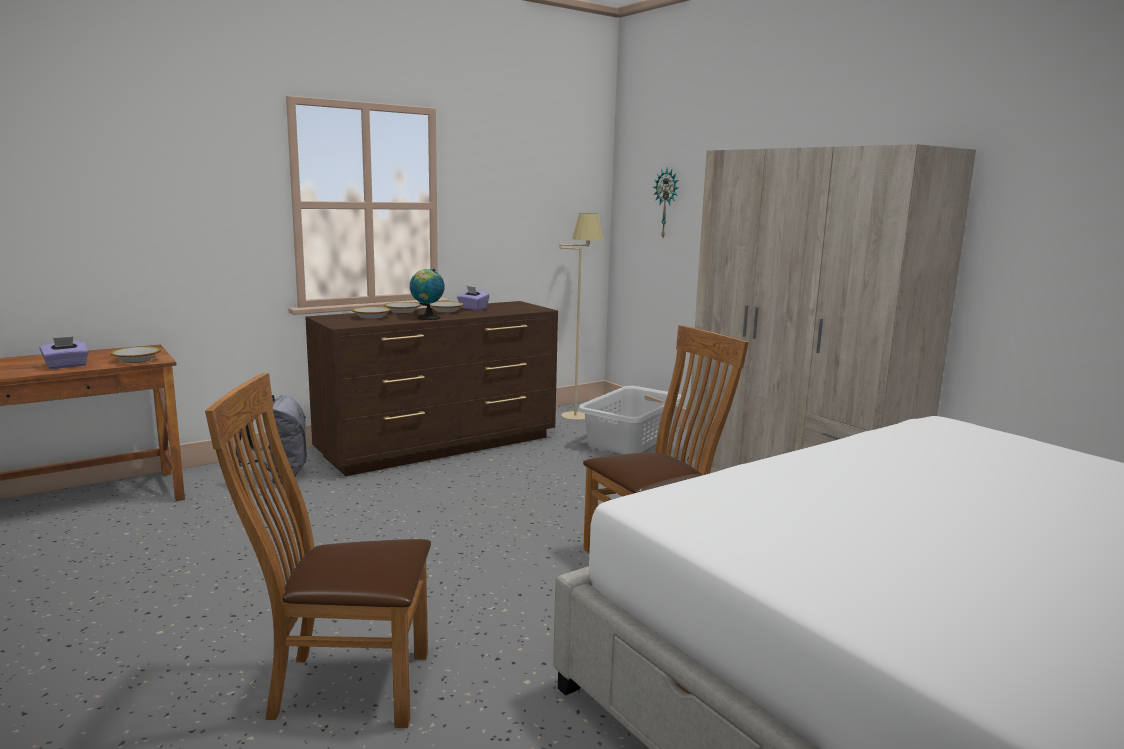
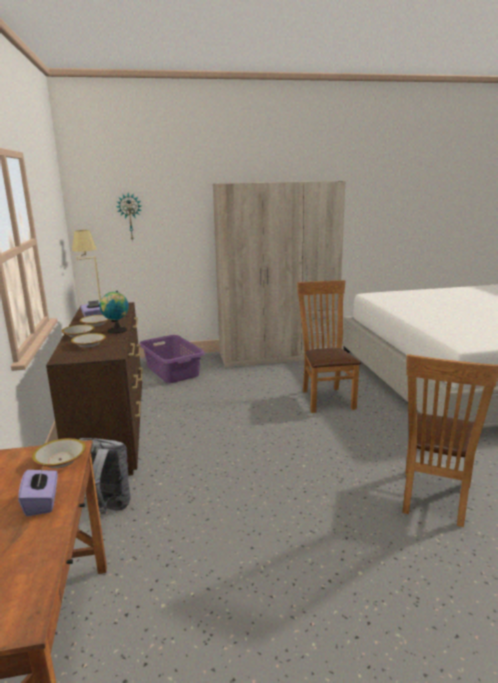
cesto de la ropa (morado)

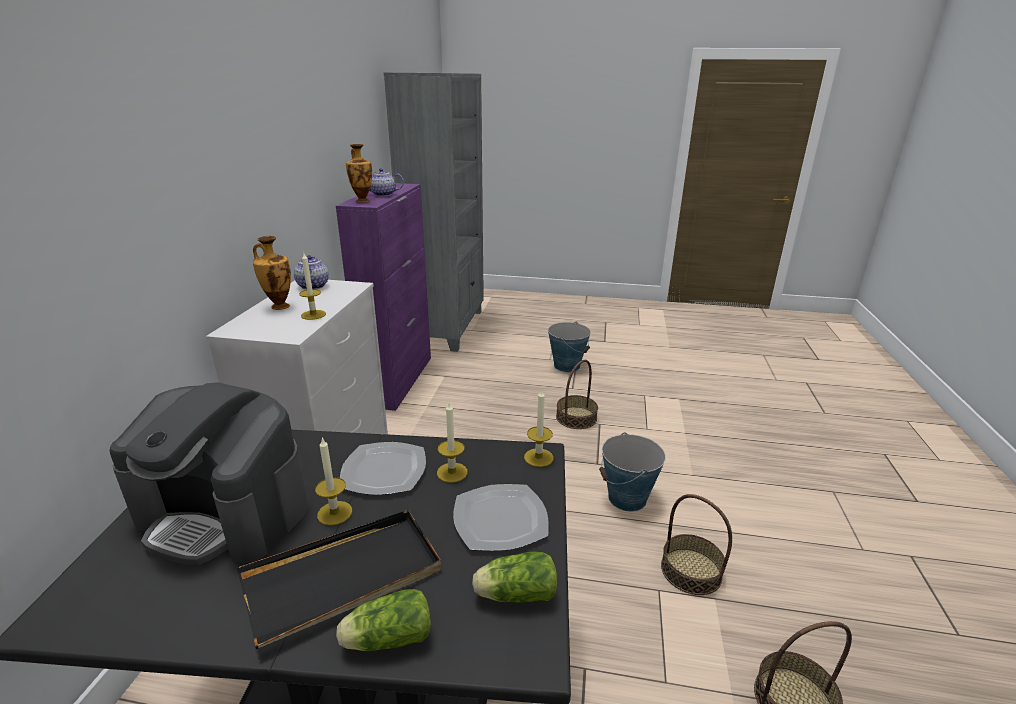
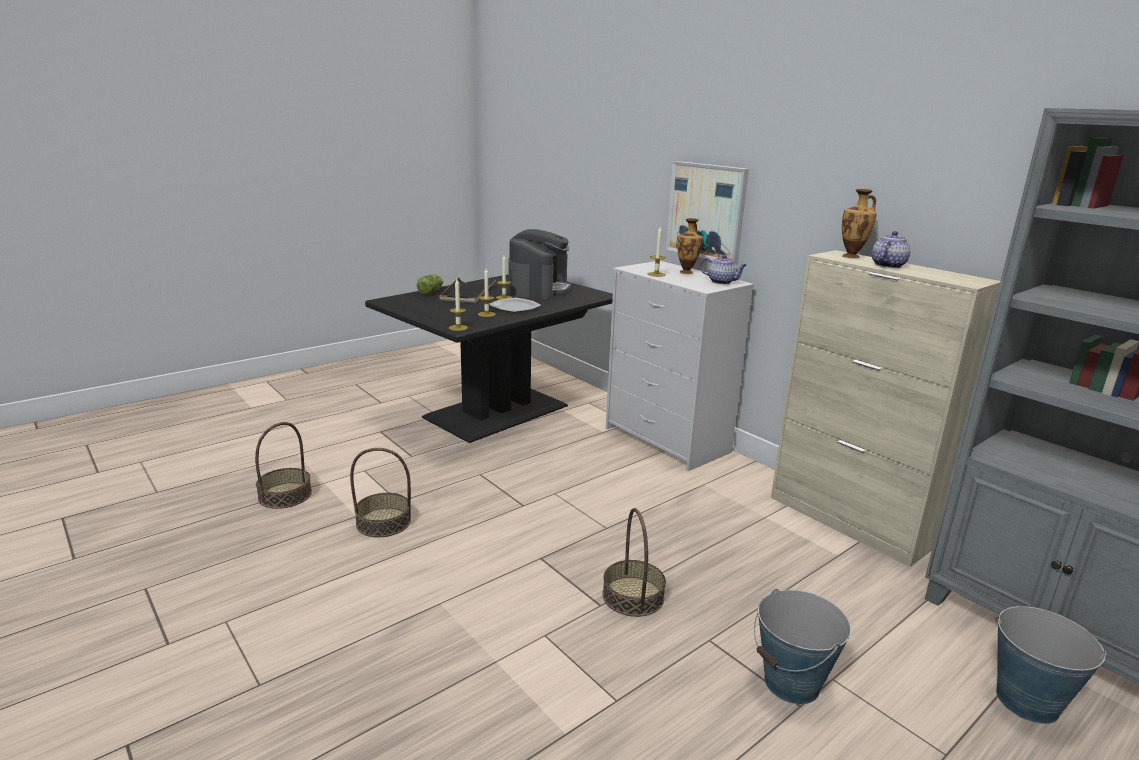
plato (2nd from left in the first image)
lechuga (2nd from left in the first image)
cuadro
cubo (2nd from left)
armario (beis)
cafetera

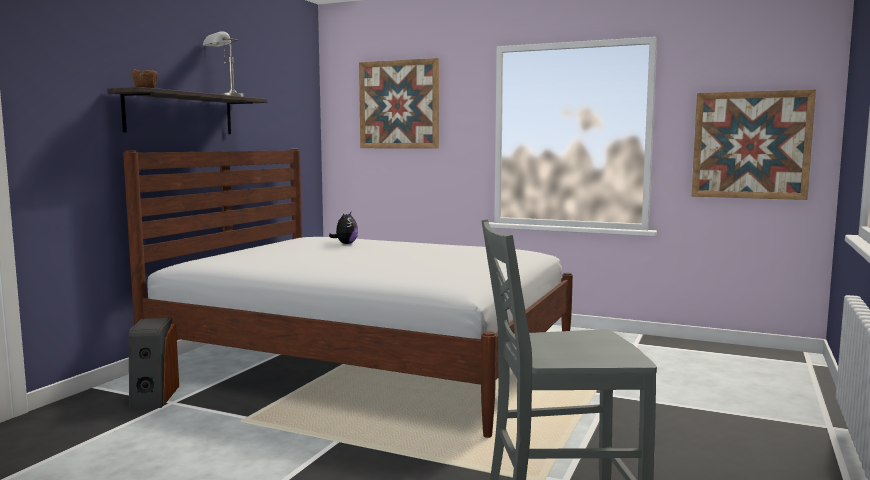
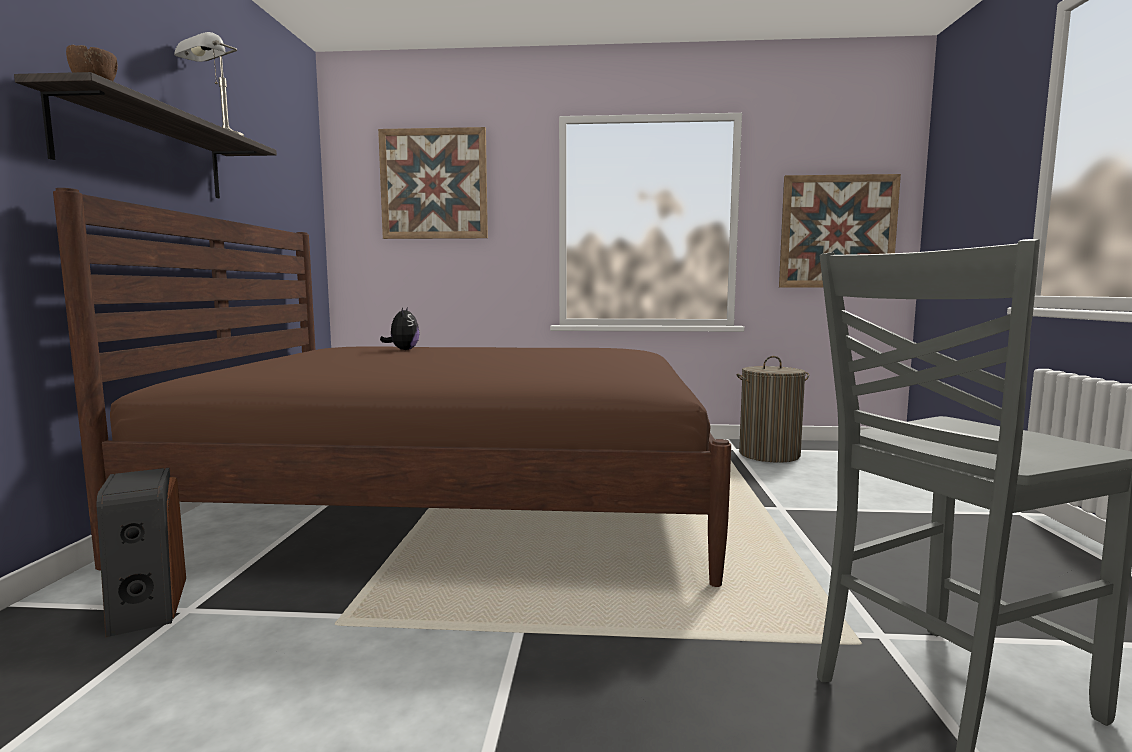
cesto de la ropa
cama (marrón)

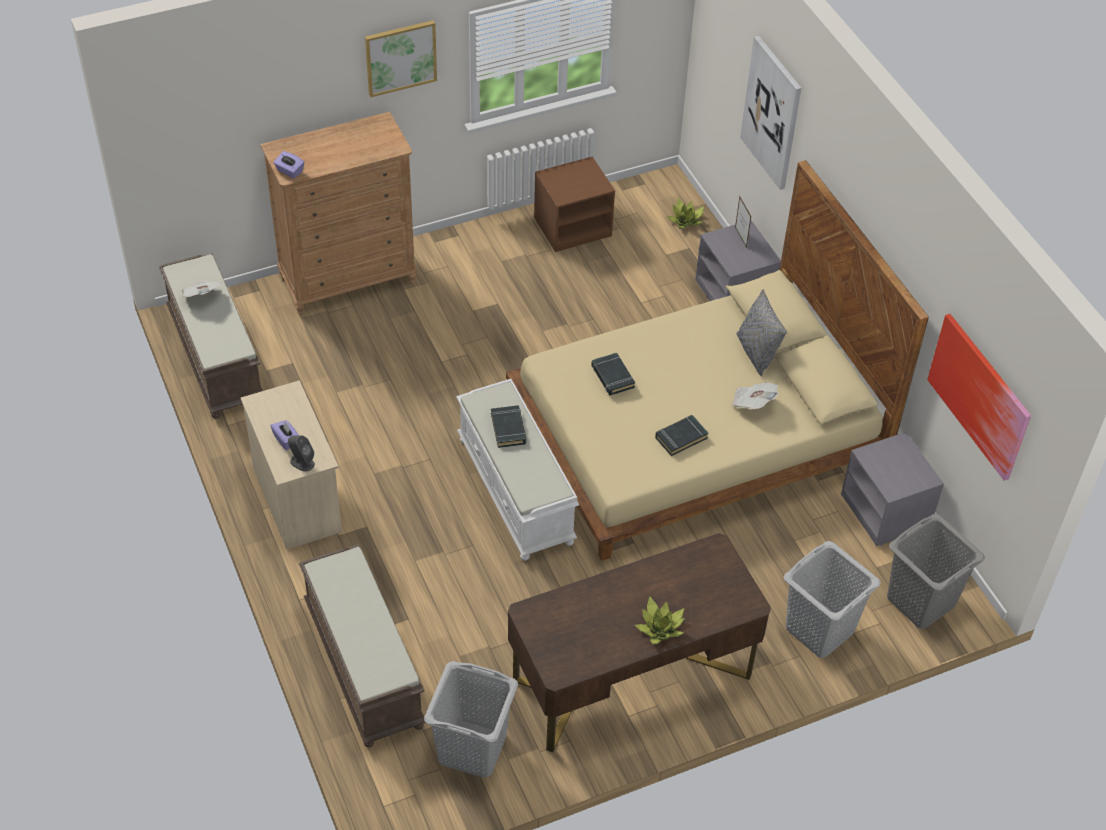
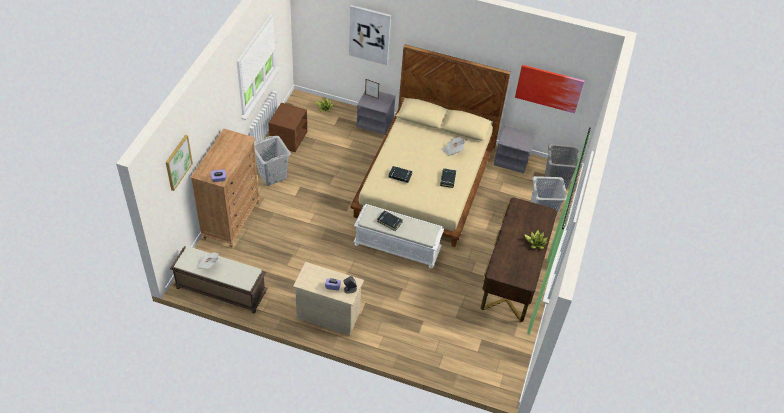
banco (marrón) (2nd from left in the first image)
cojín (gris)
cuadro (1st from left)
cesto de la ropa (gris) (1st from left)

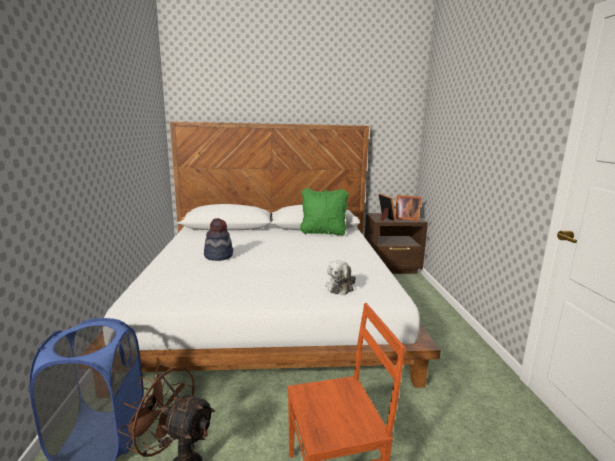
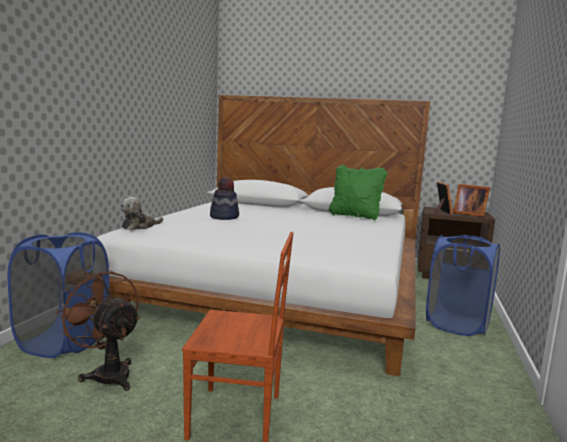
cesto de la ropa (azul) (2nd from left)
peluche

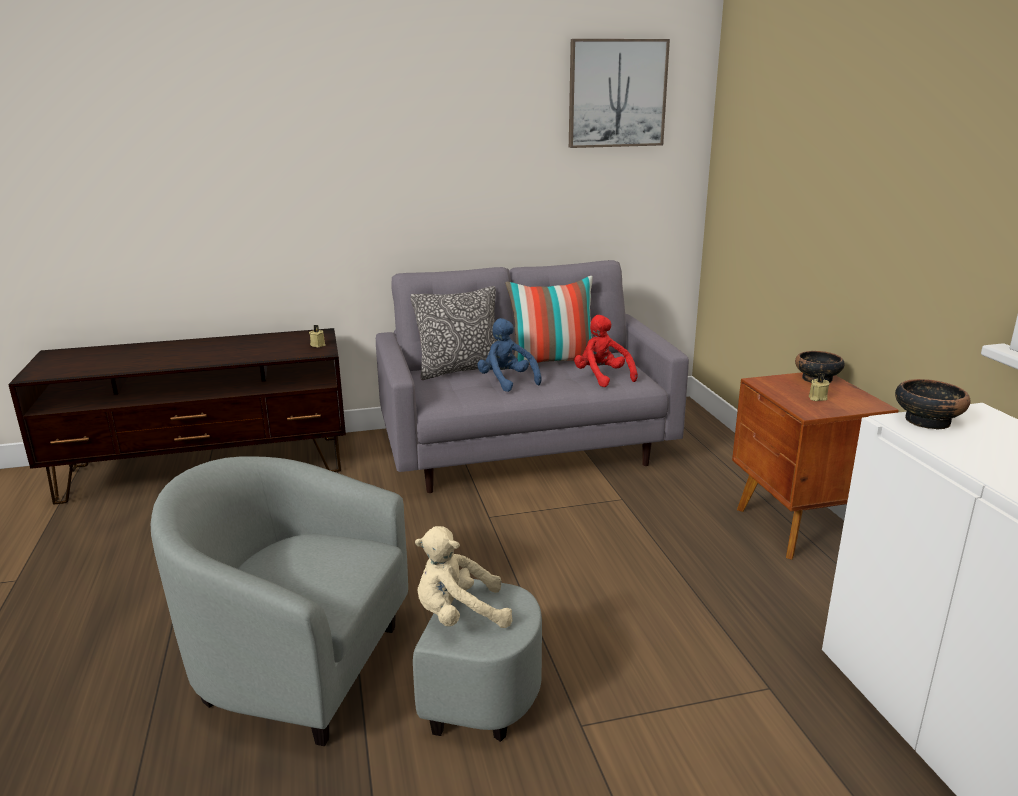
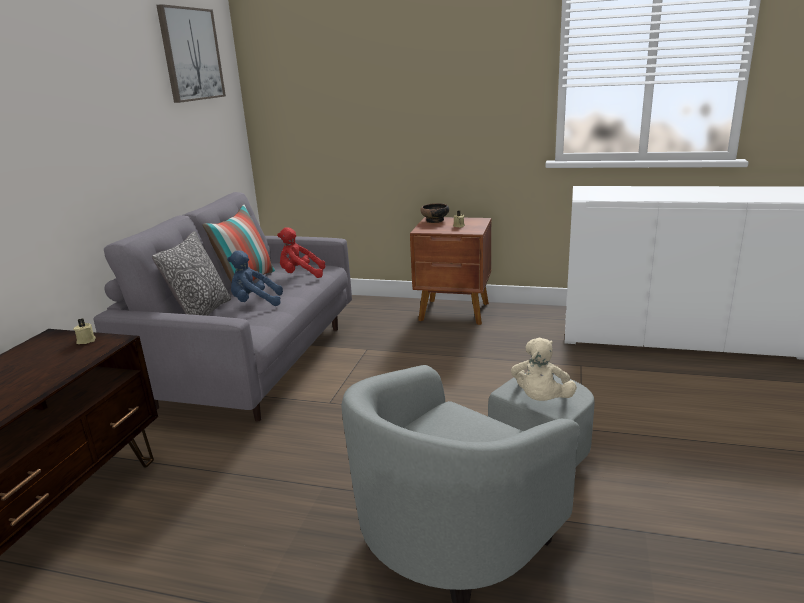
cuenco (2nd from left in the first image)

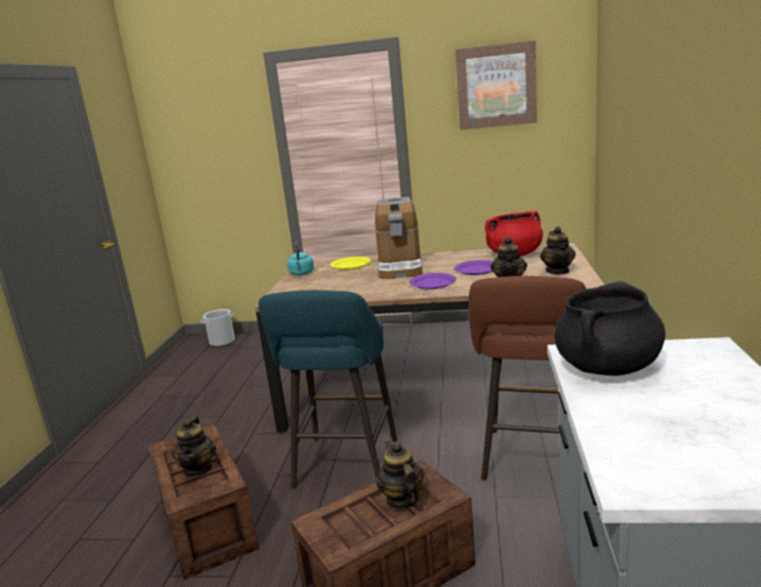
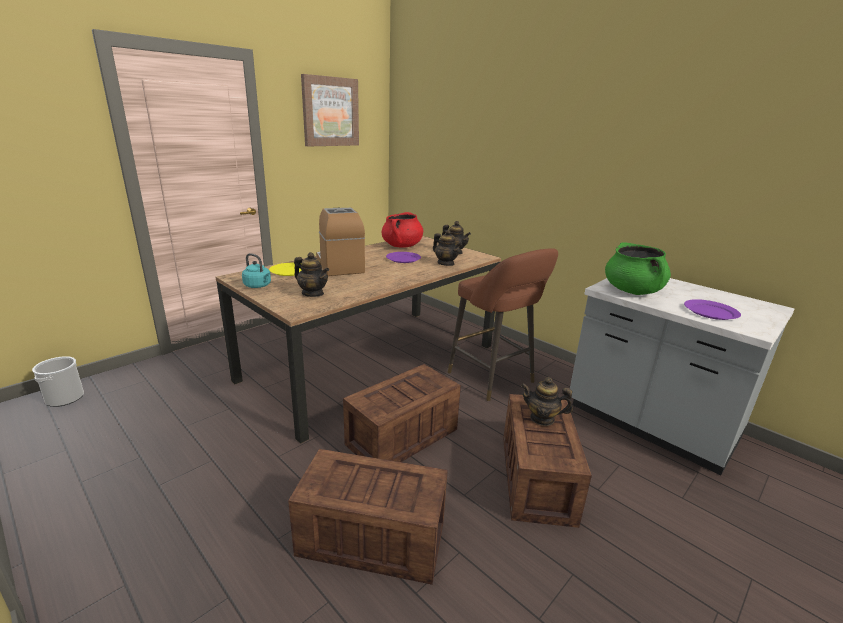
tetera (1st from left)
plato (morado) (2nd from left)
caja de embalaje (2nd from left)
olla (verde)
cafetera

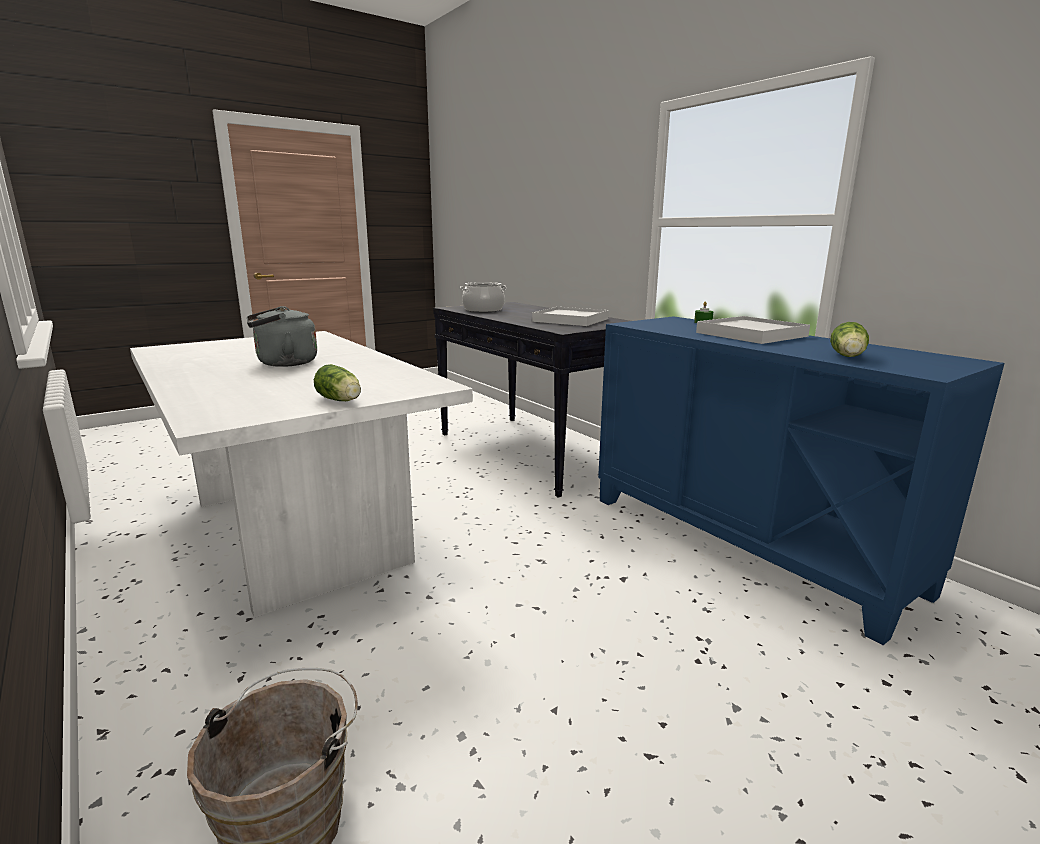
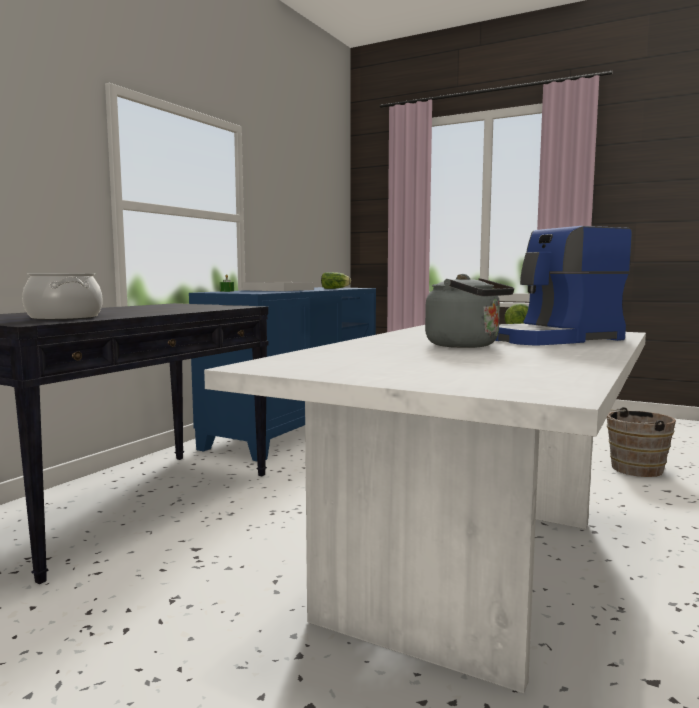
bandeja (blanco) (1st from left in the first image)
cafetera

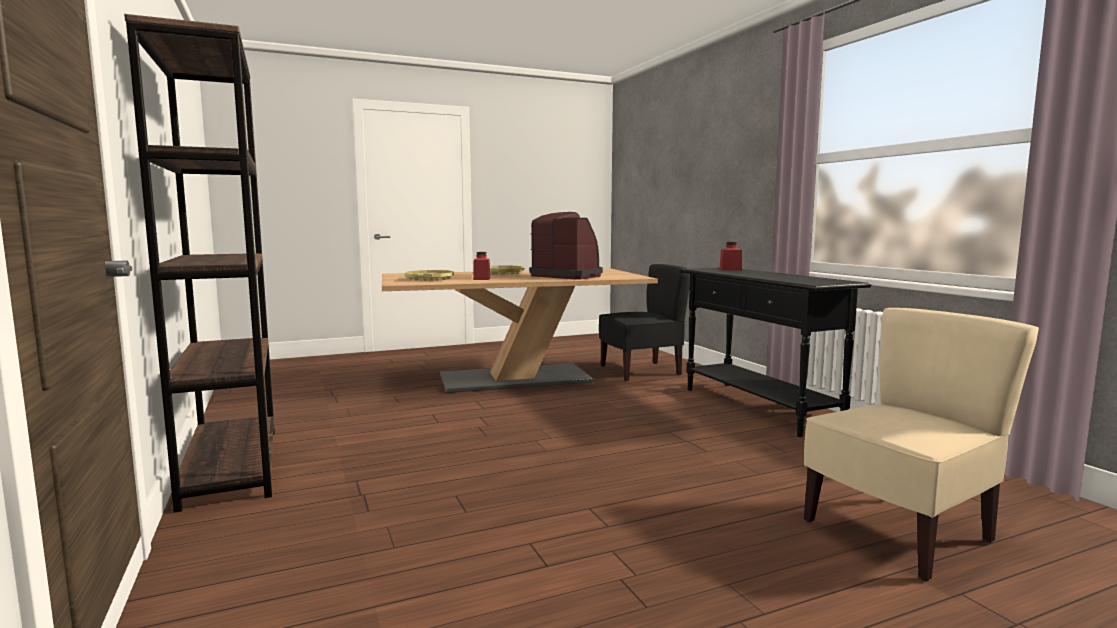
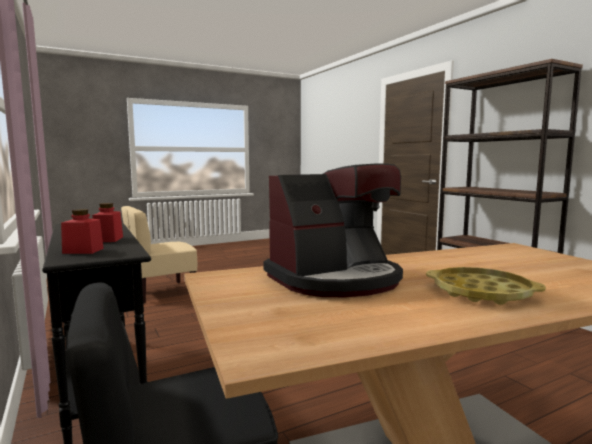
bandeja (amarillo) (1st from left in the first image)
tarro (rojo) (2nd from left)
cafetera

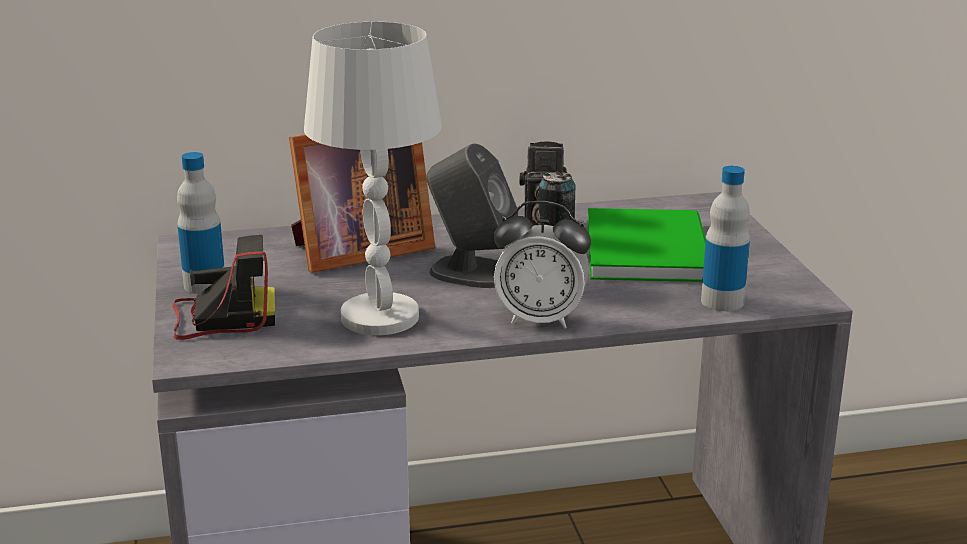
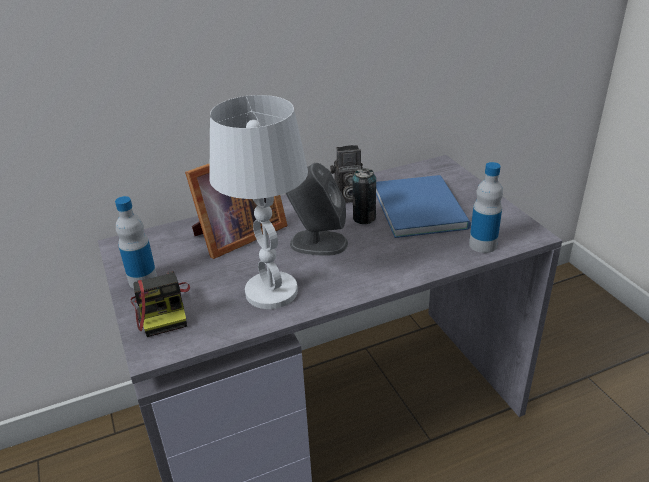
despertador
libro (azul)
cámara (1st from left)

